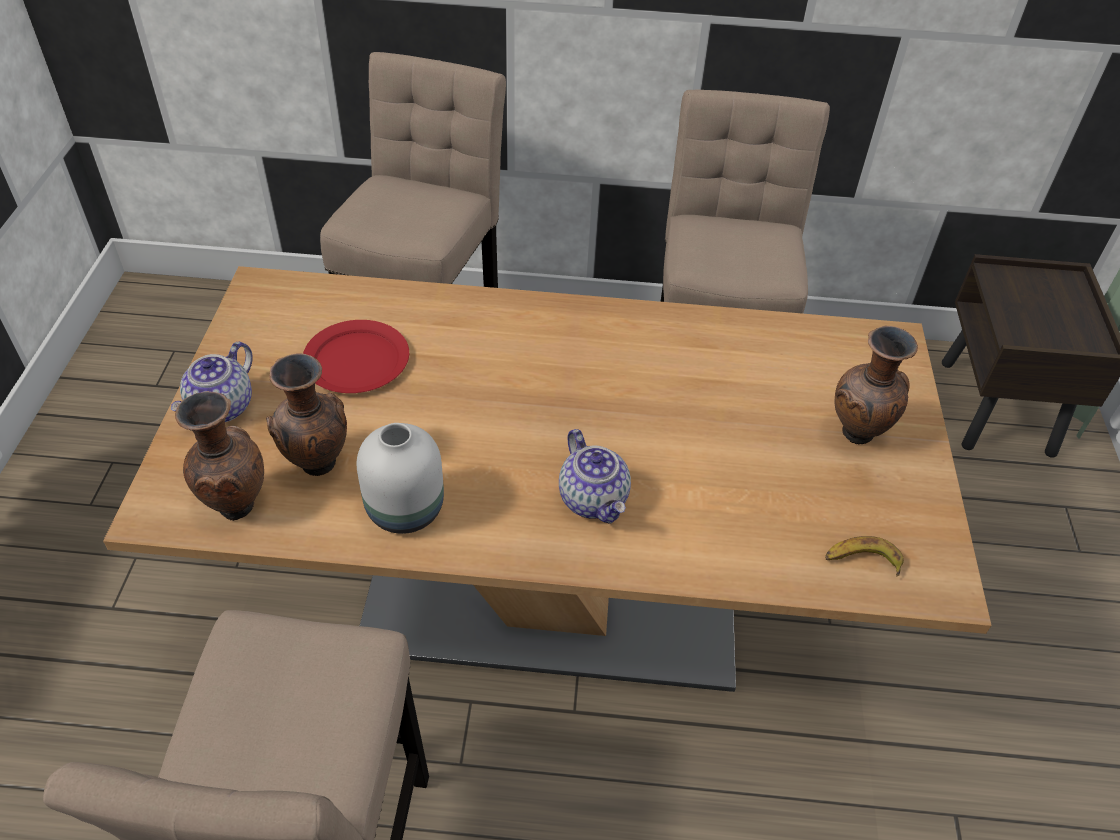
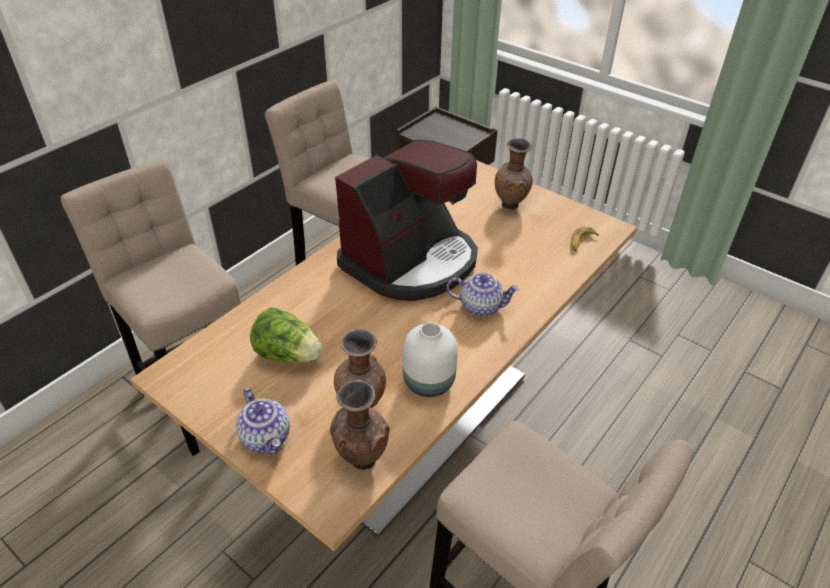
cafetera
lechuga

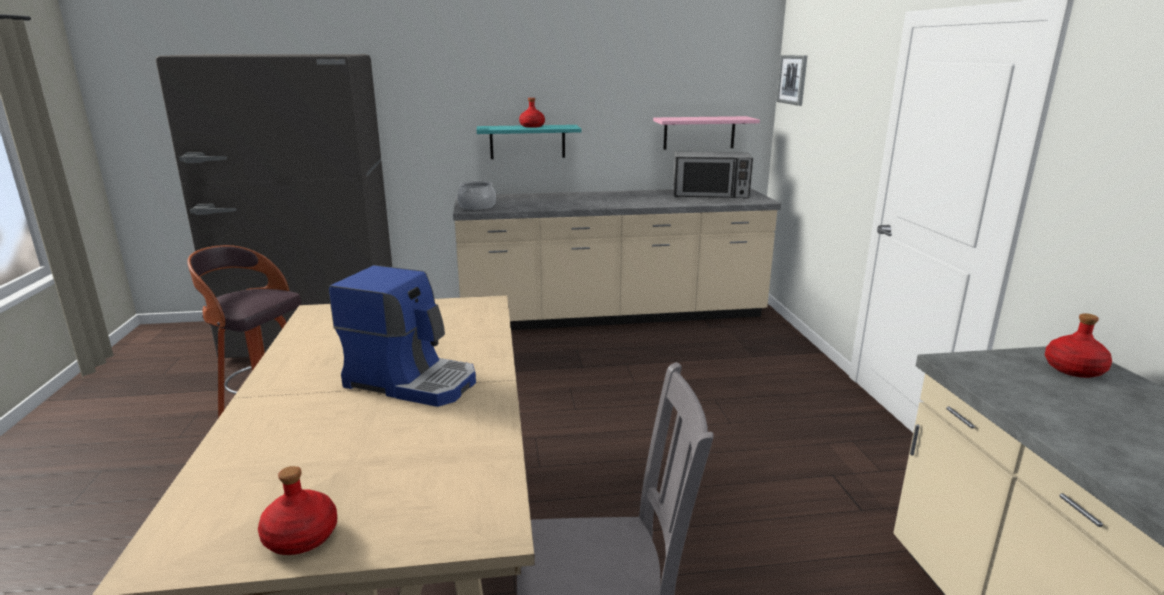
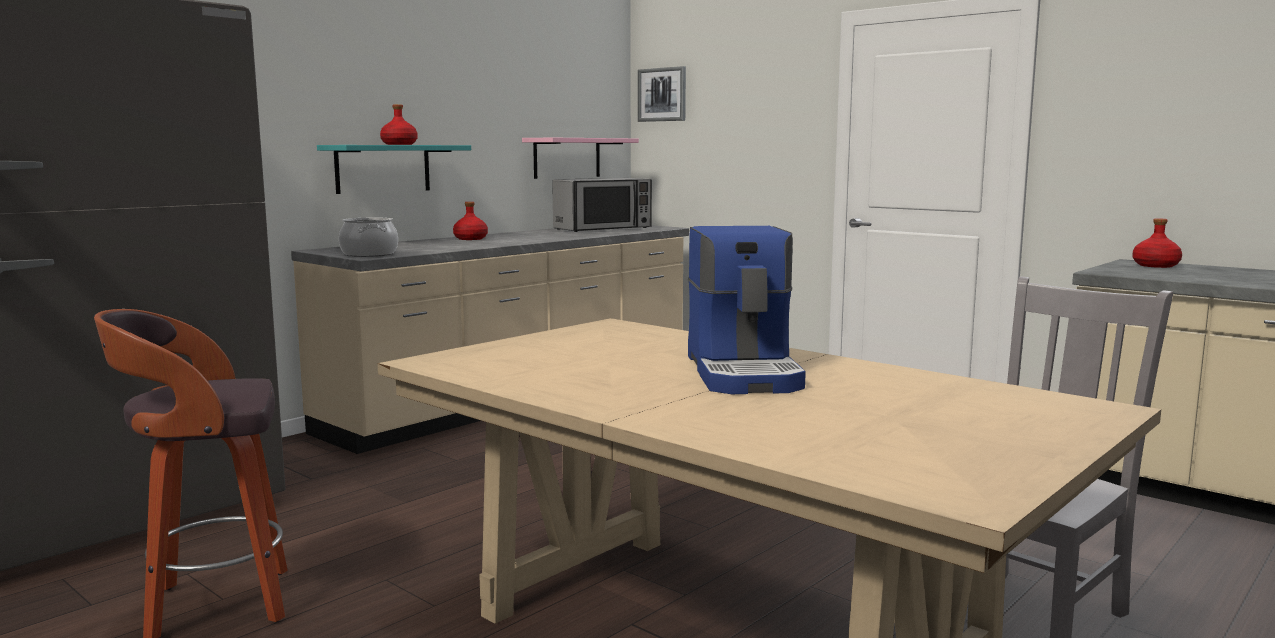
botella (rojo) (2nd from left)
cafetera

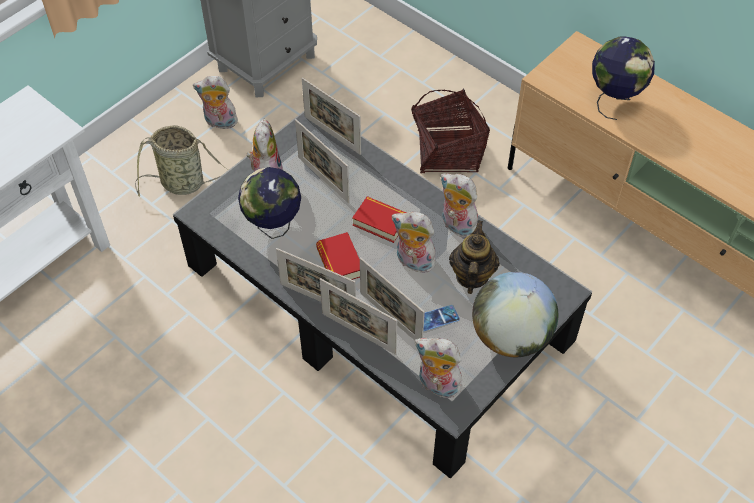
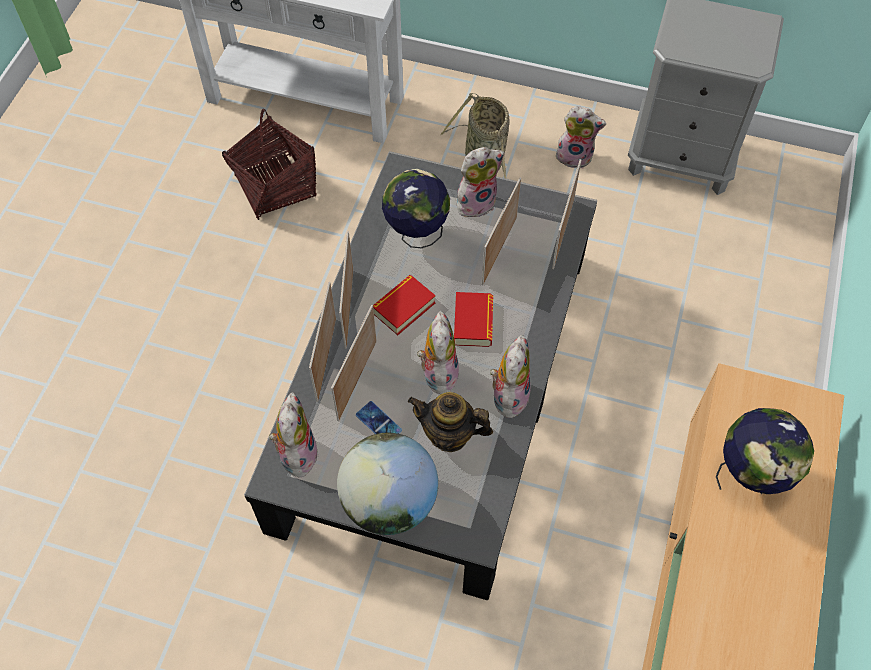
cesta (1st from left)
peluche (5th from left)
tetera

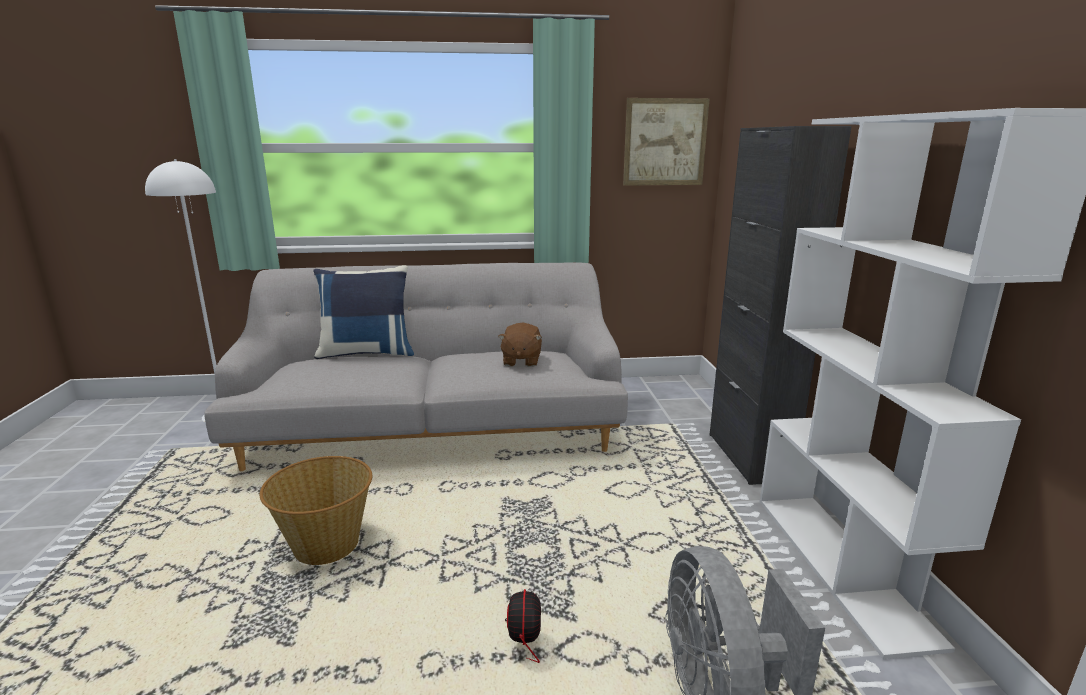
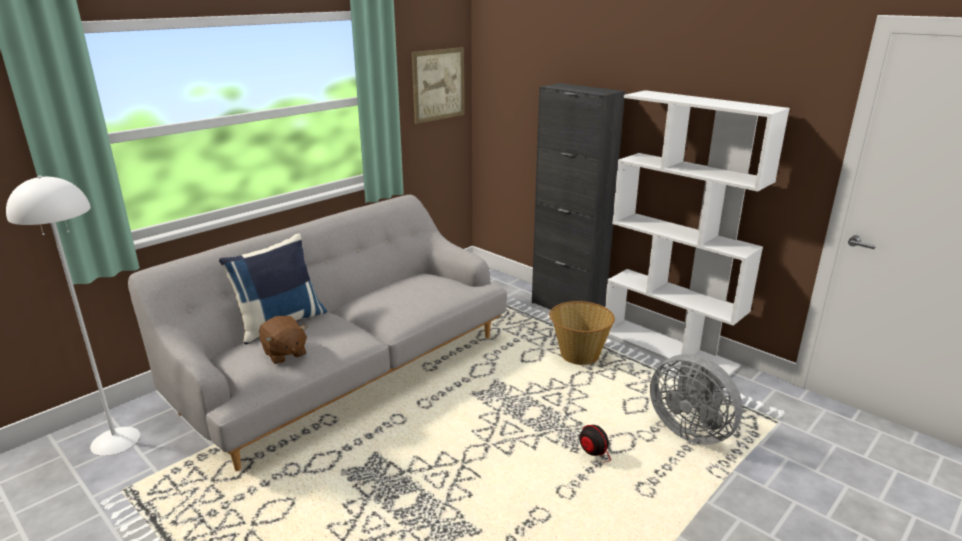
cesta
peluche (marrón)

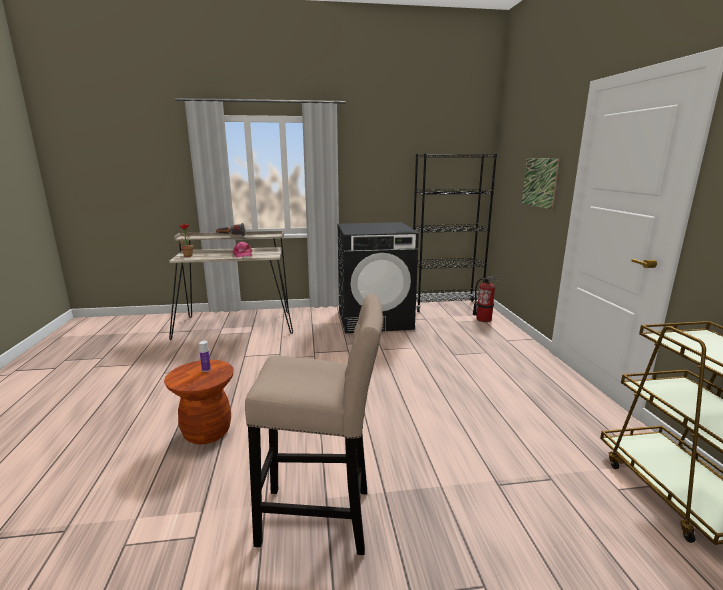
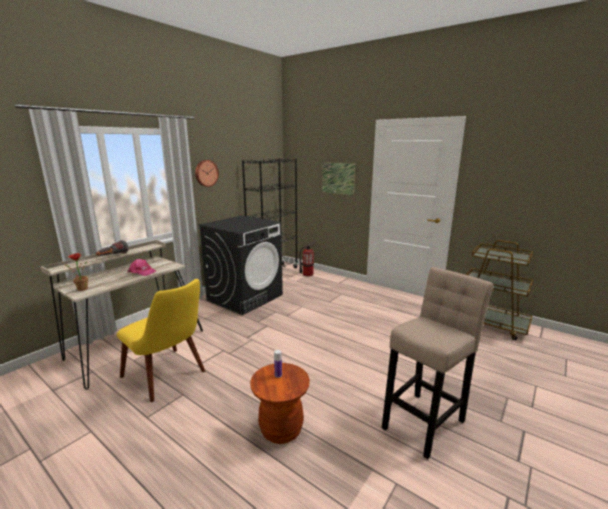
silla (amarillo)
reloj de pared

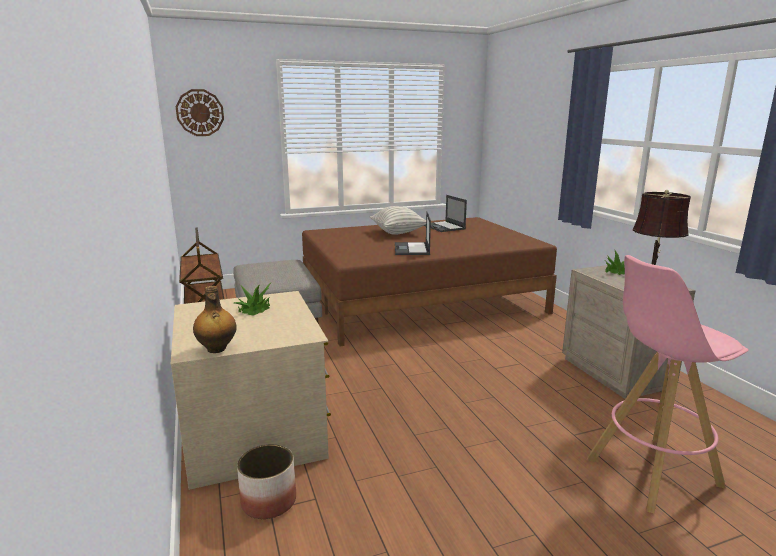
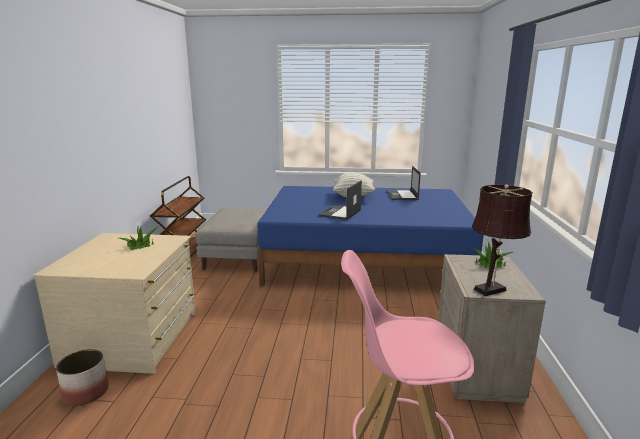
reloj de pared
botella
cama (azul)

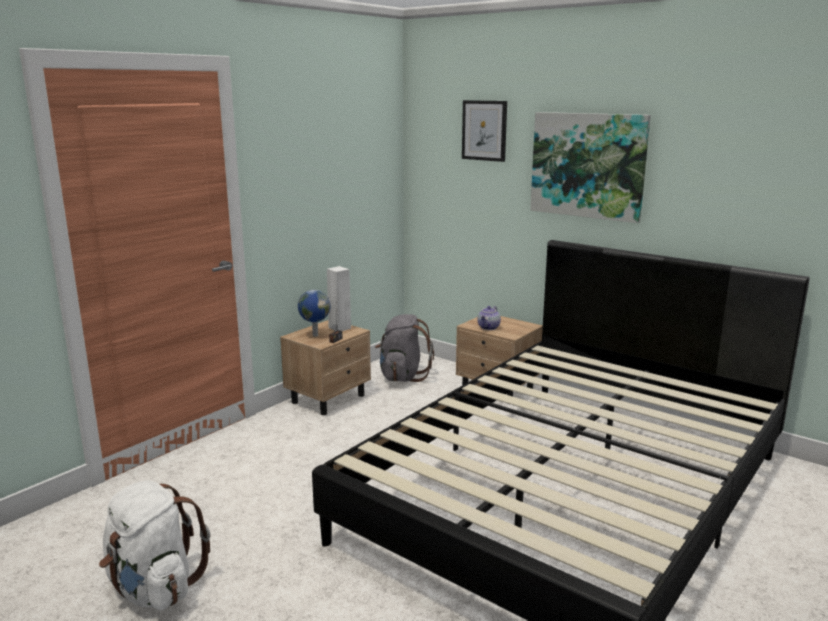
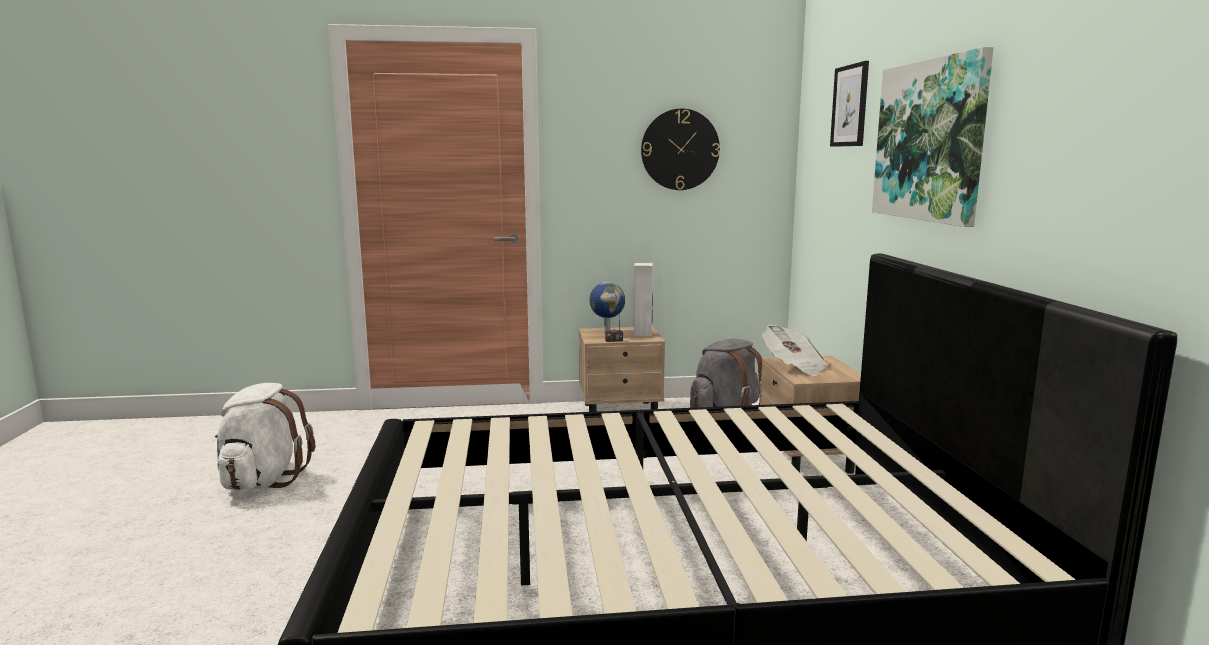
reloj de pared
periódico

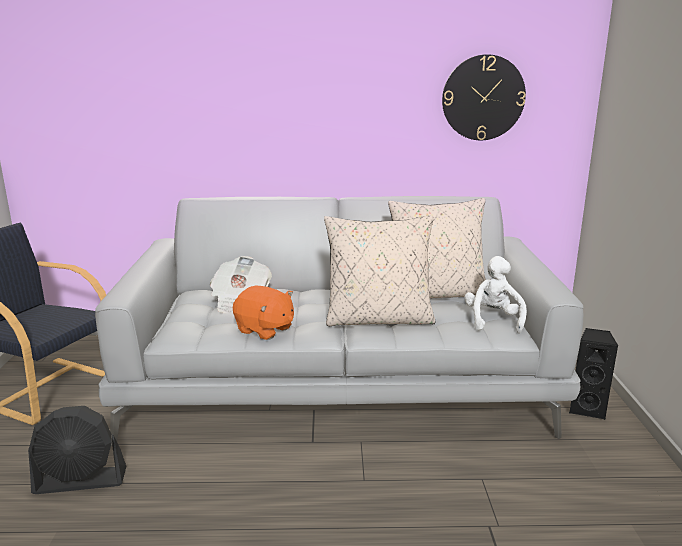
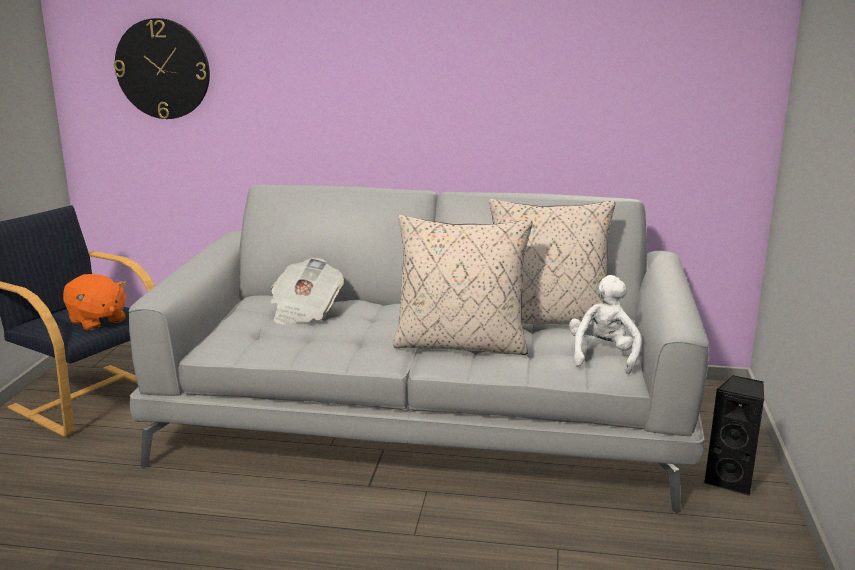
ventilador (negro)
peluche (naranja)
reloj de pared

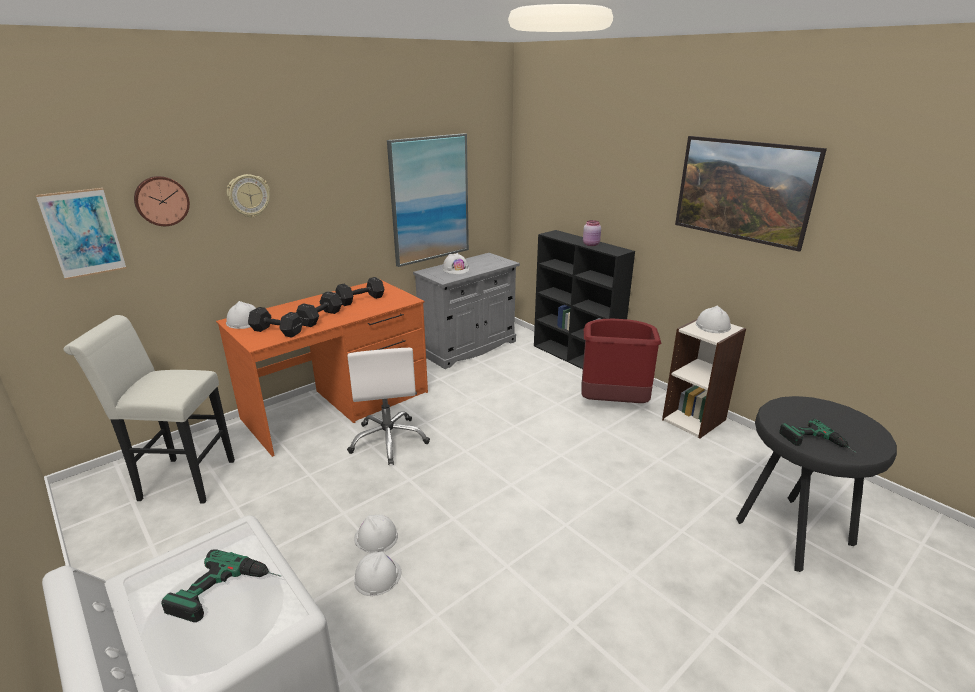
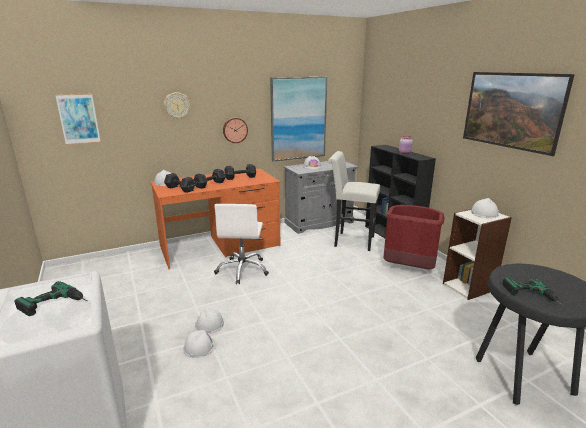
taburete (blanco)
reloj de pared (2nd from left)

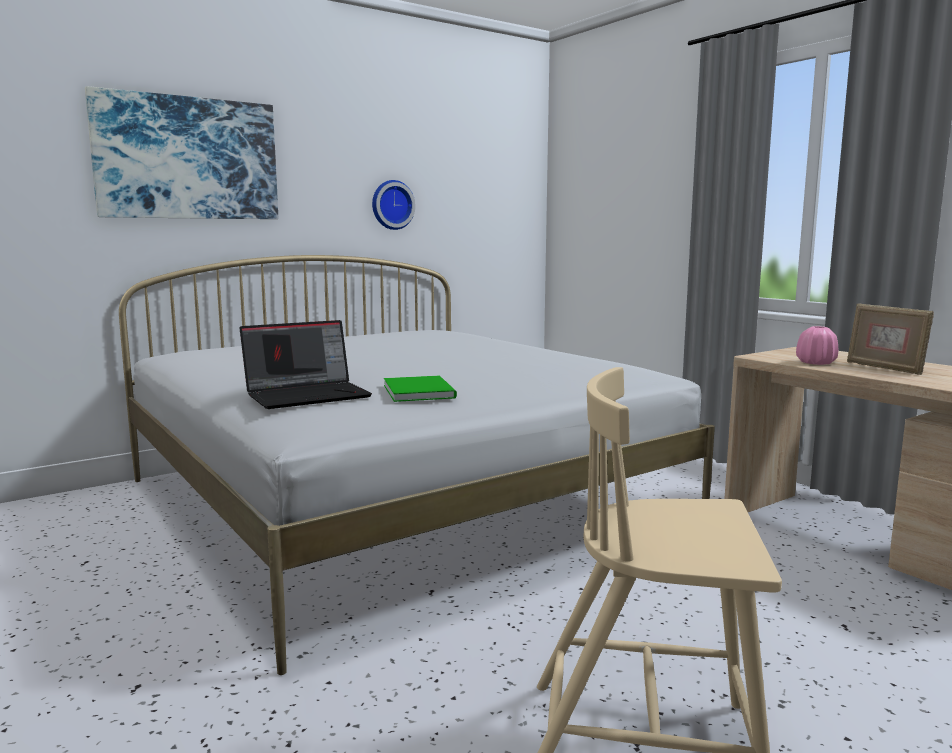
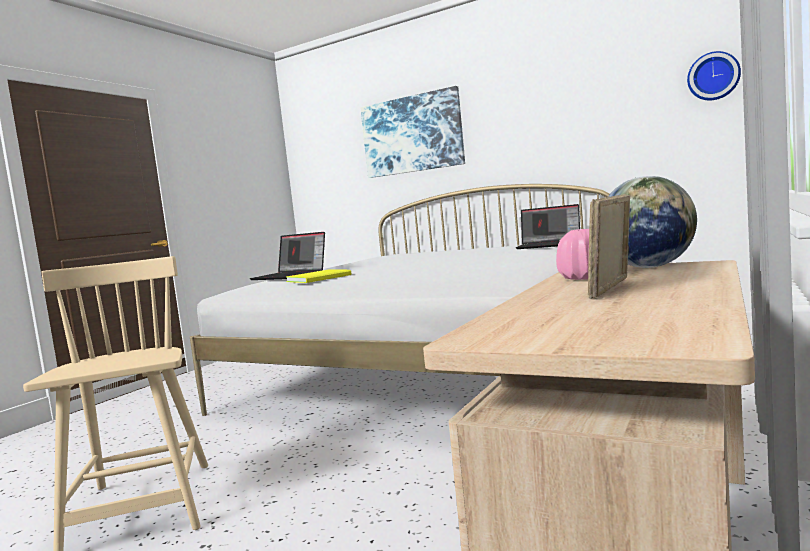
portátil (2nd from left)
globo terráqueo
reloj de pared
libro (amarillo)

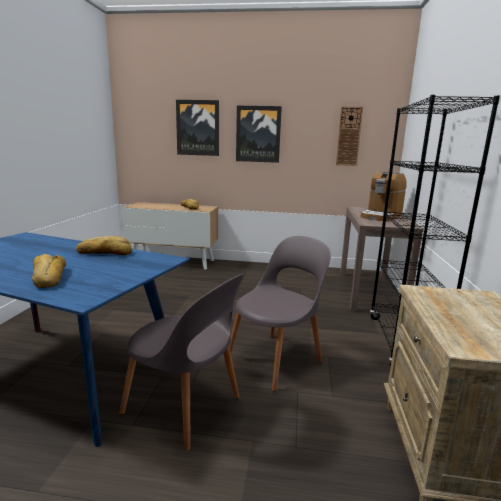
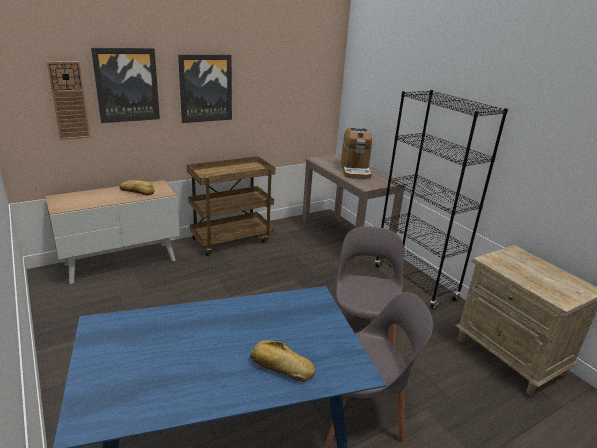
pan (2nd from left in the first image)
carrito (marrón)
reloj de pared

